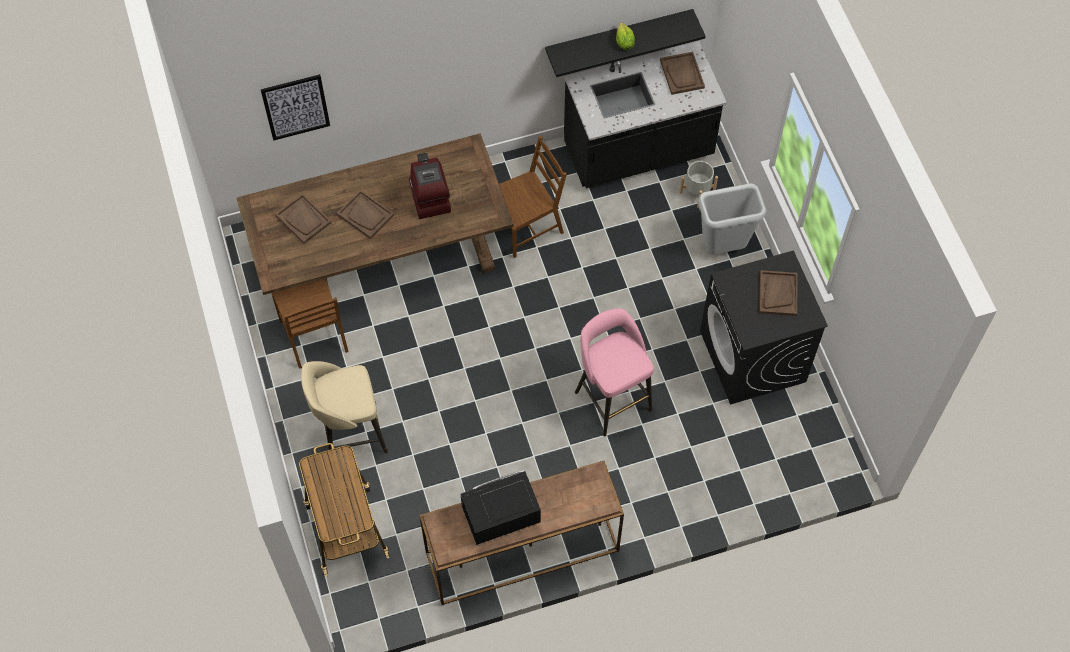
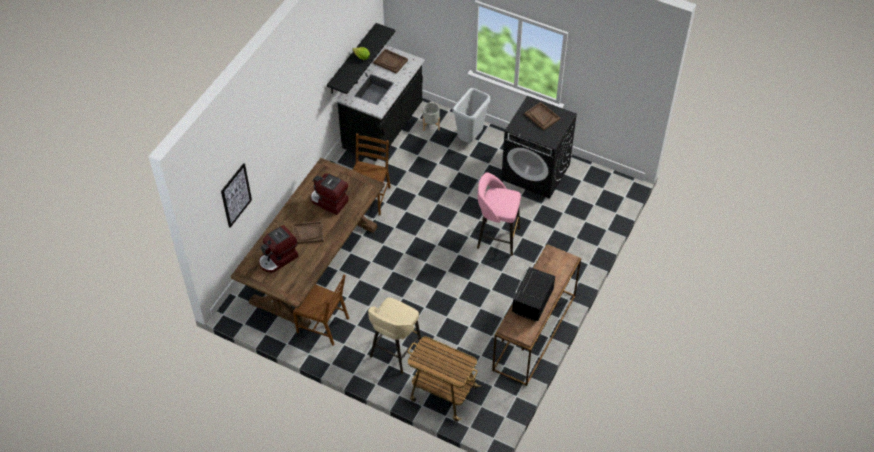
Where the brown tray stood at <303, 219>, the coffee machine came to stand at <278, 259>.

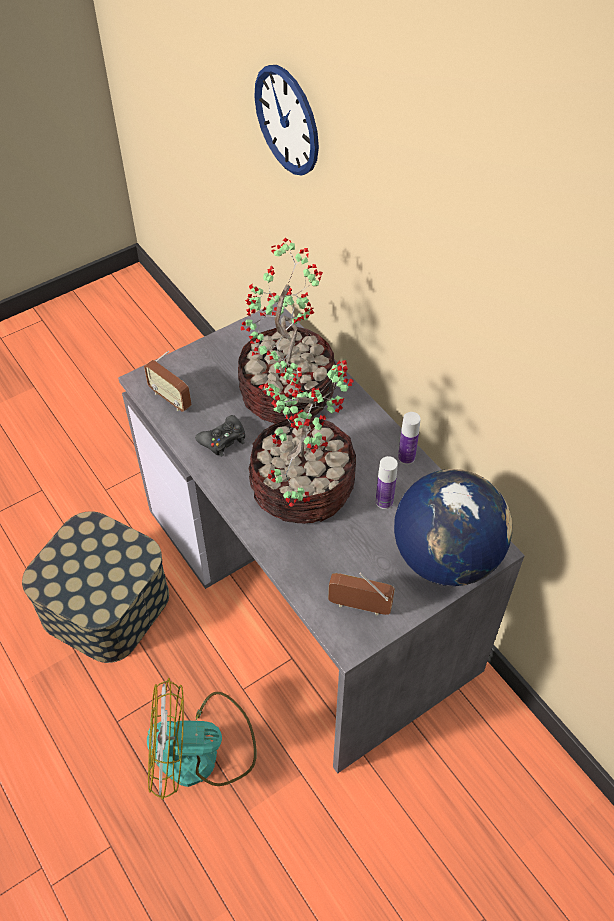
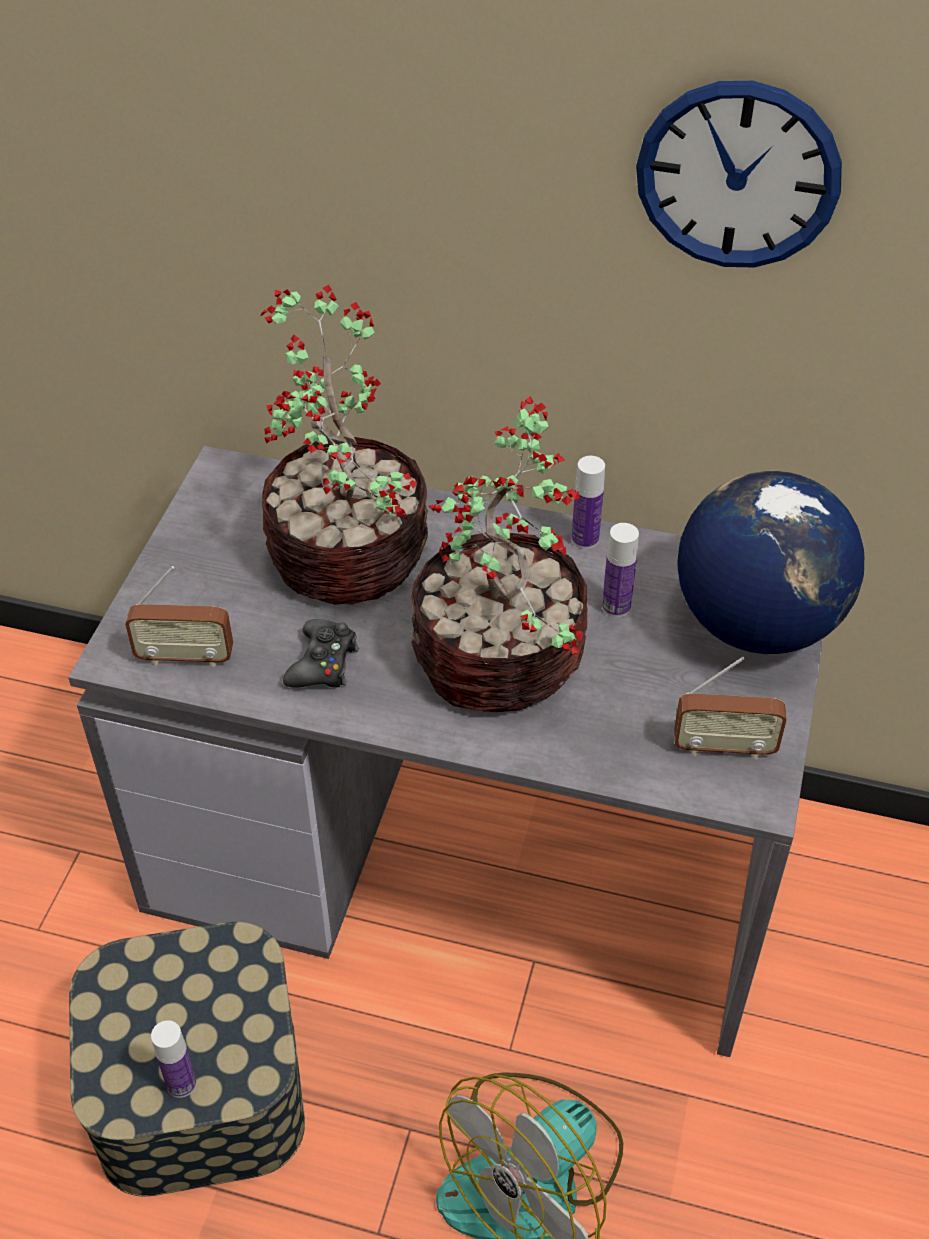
The second view gained the bottle at <181, 1083>. The wall clock ended up elsewhere, having gone from <287, 120> to <738, 176>. The radio at <359, 606> ended up facing another way, 150 degrees counterclockwise from before.

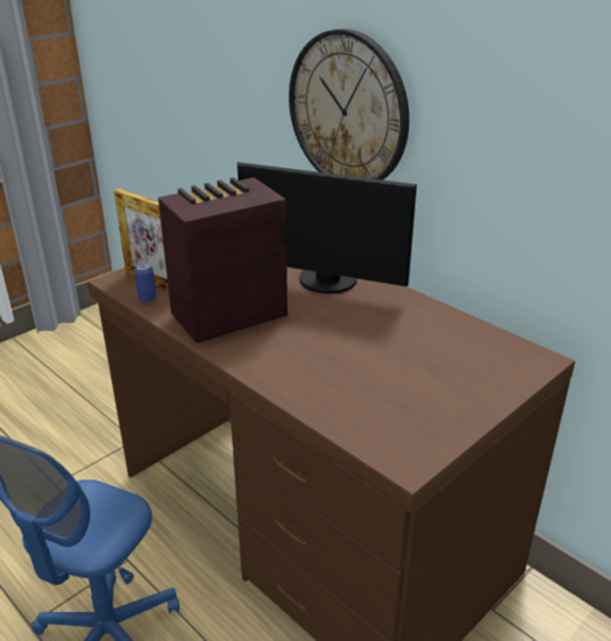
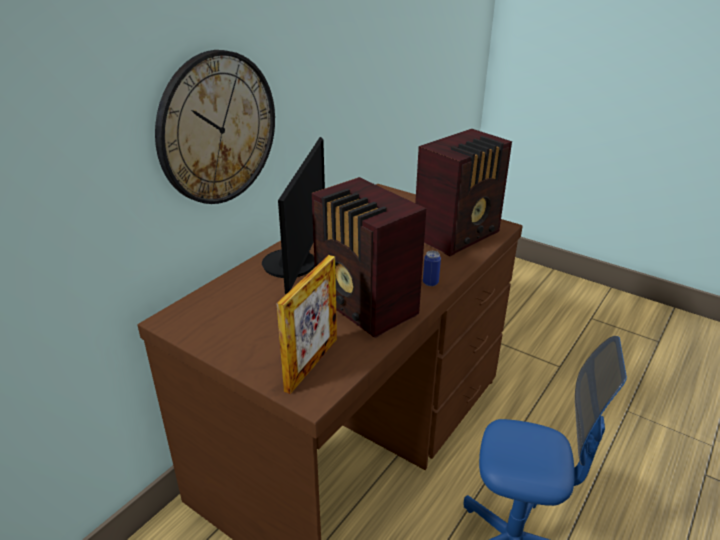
The second view gained the radio at <459, 235>. The can ended up elsewhere, having gone from <147, 298> to <430, 282>.

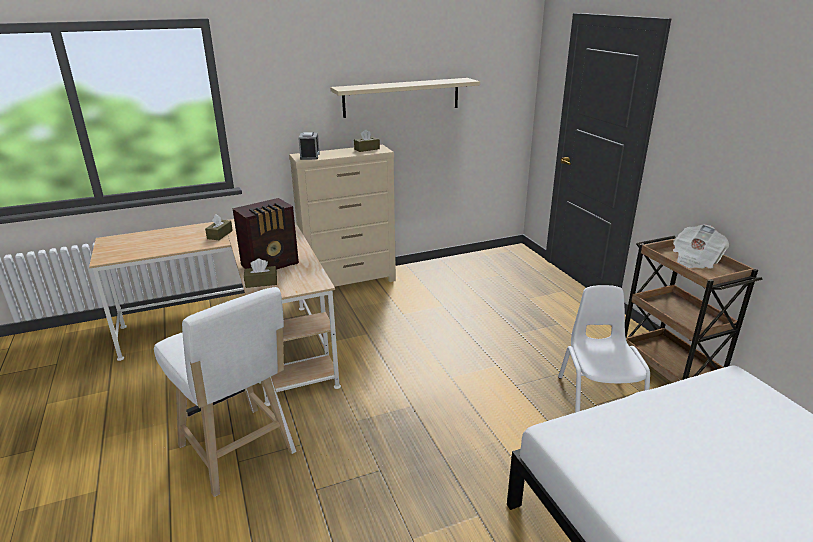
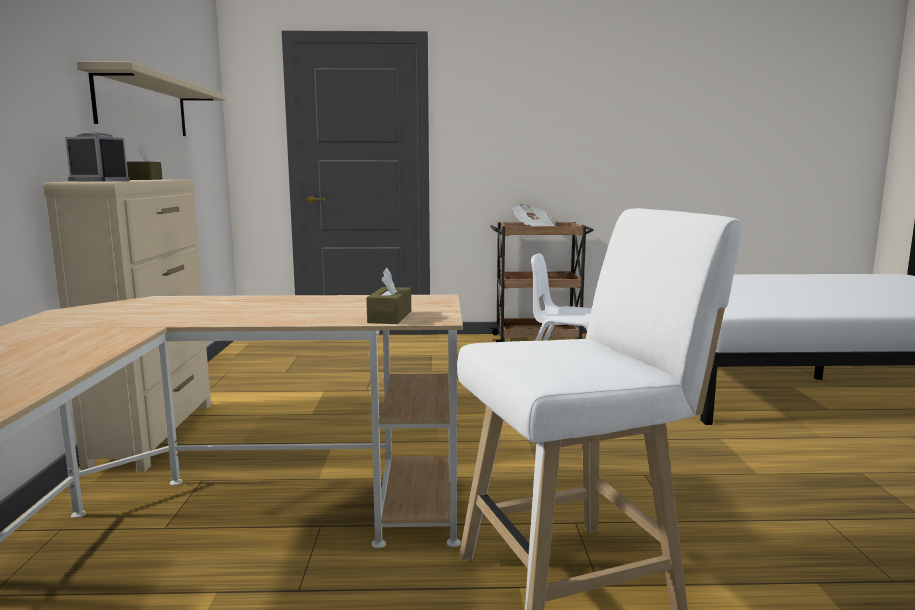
The second view lost the brown tissue box at <220, 235>. The second view lost the radio at <271, 265>.

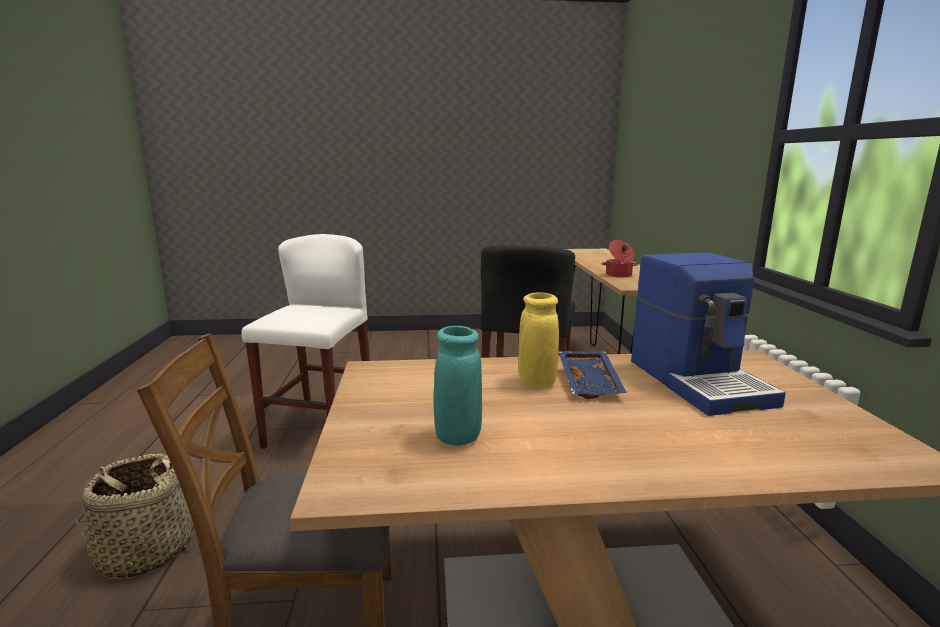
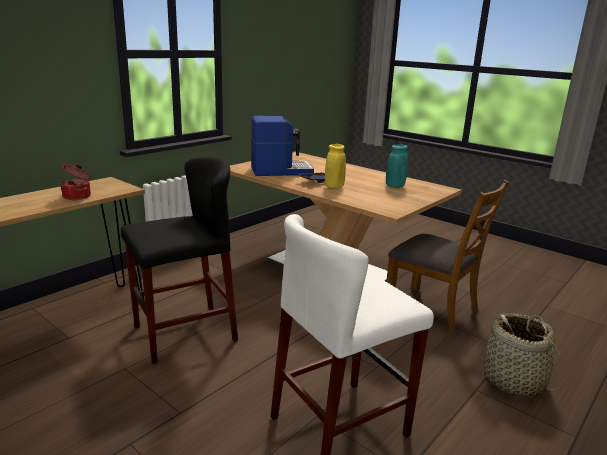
The coffee machine at <699, 381> ended up facing another way, 45 degrees clockwise from before.

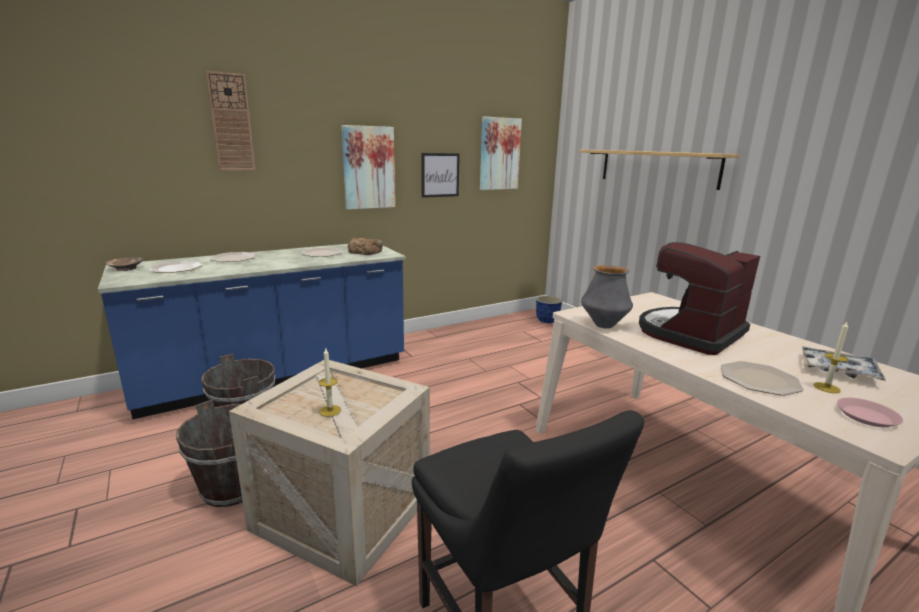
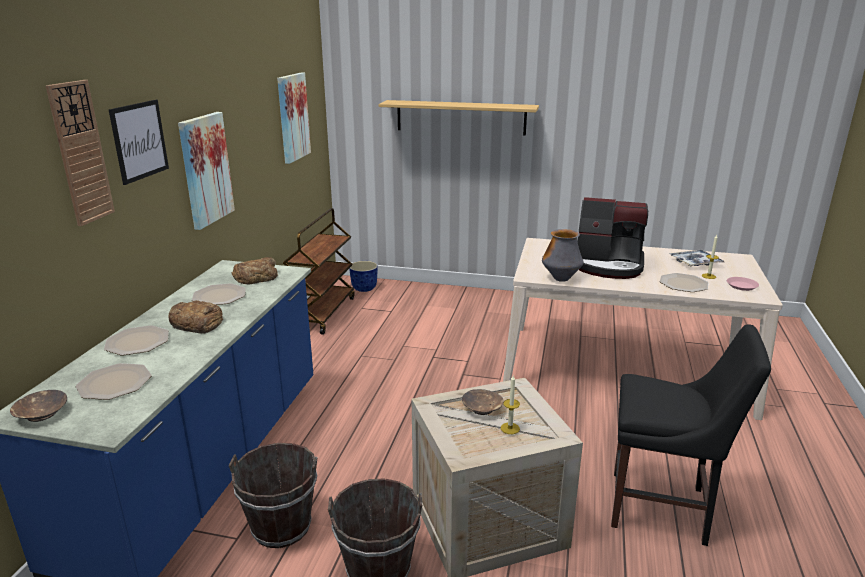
The picture ended up elsewhere, having gone from <440, 175> to <139, 141>. The second view gained the bread at <197, 323>. The second view gained the brown cart at <322, 313>. The second view gained the brown bowl at <482, 409>. The coffee machine at <690, 333> ended up facing another way, 75 degrees counterclockwise from before.

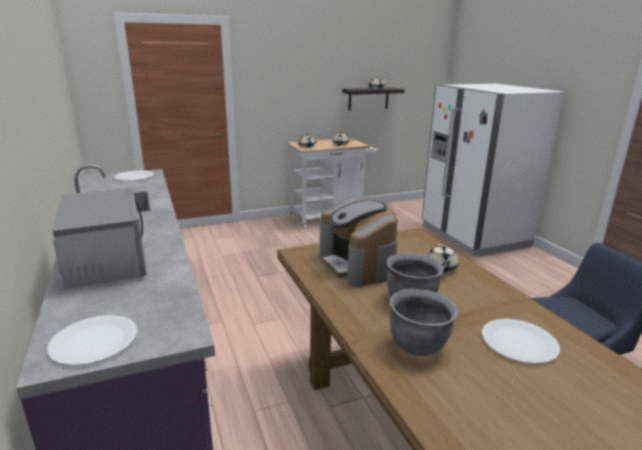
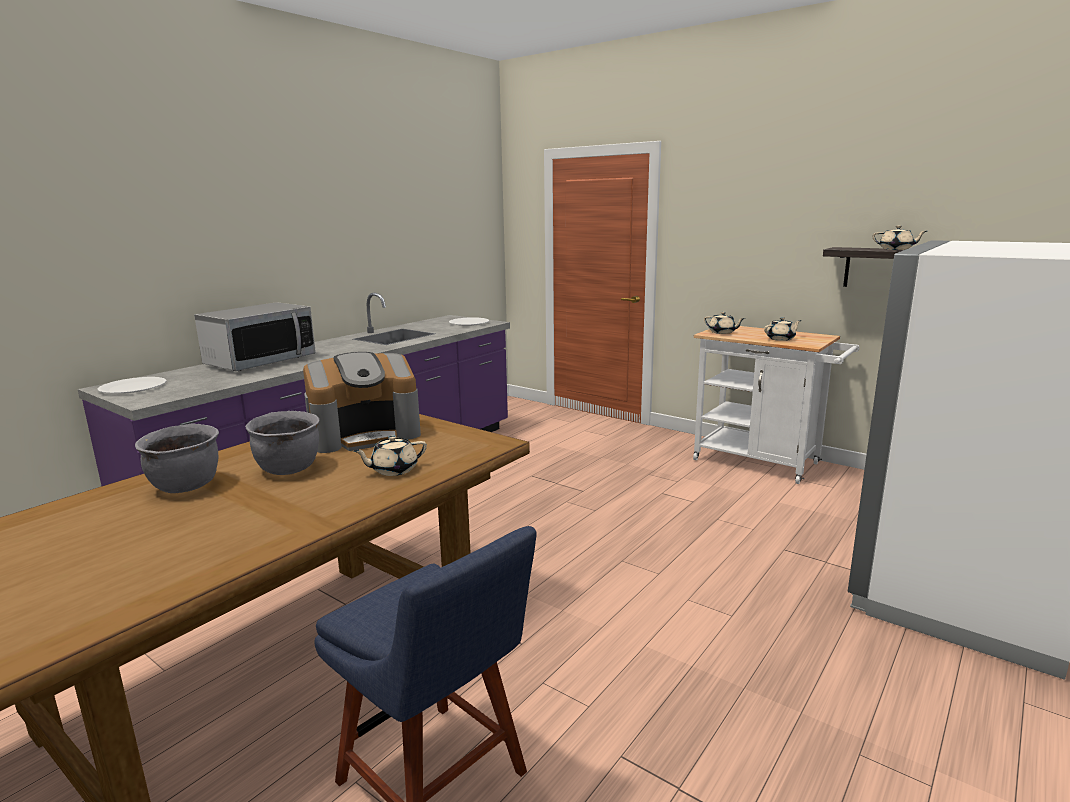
The coffee machine at <357, 265> ended up facing another way, 150 degrees counterclockwise from before. The second view lost the white plate at <518, 342>.

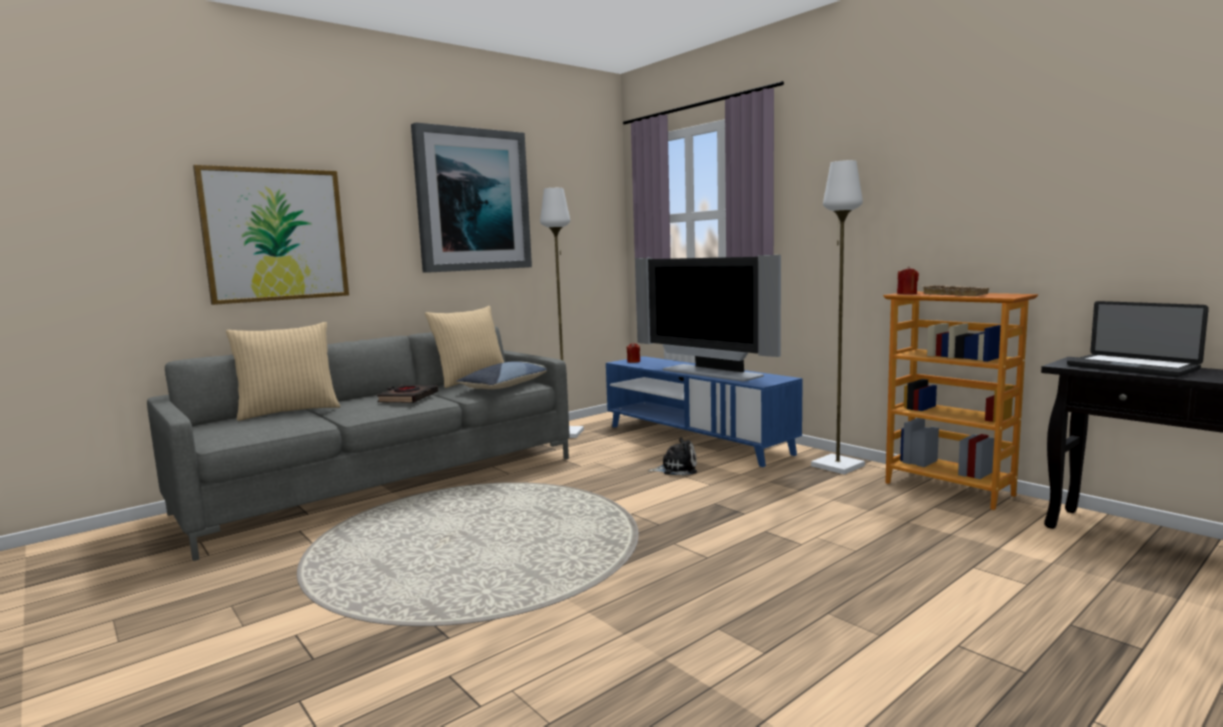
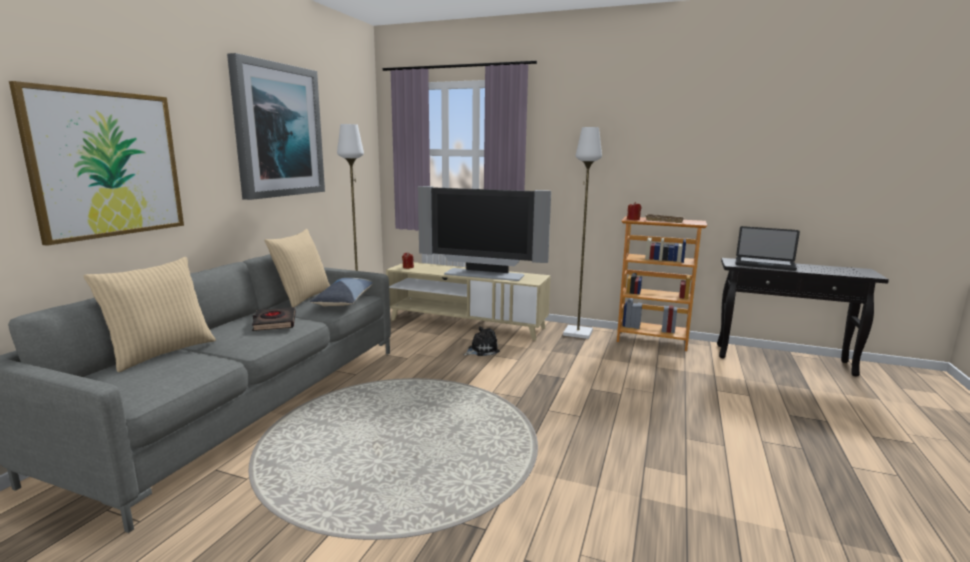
What was the blue tv stand at <696, 439> turned into the beige tv stand at <466, 324>.

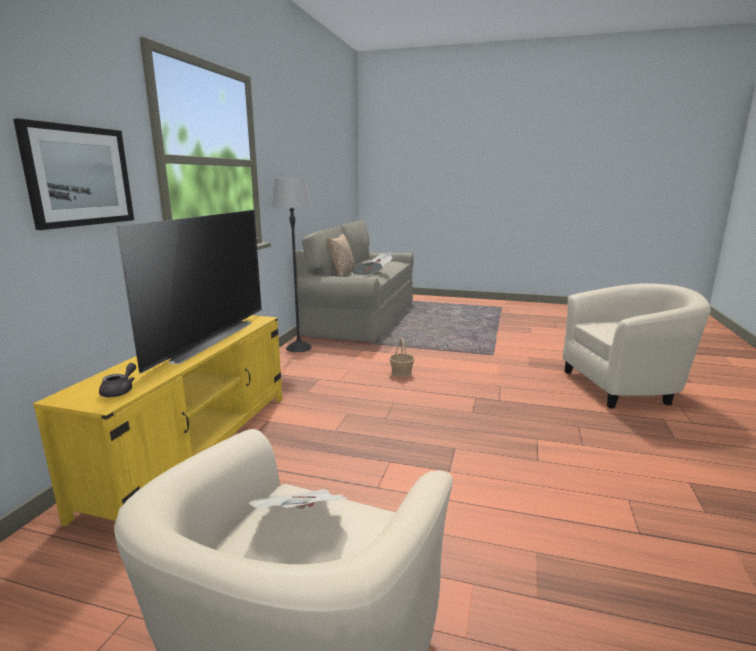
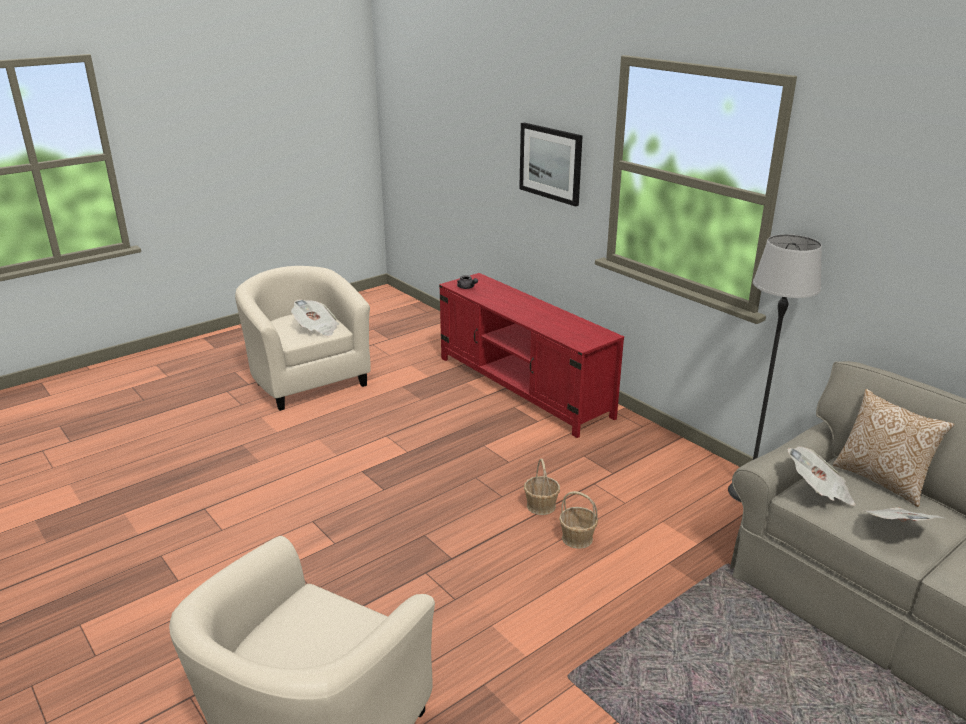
What was the yellow tv stand at <197, 448> turned into the red tv stand at <523, 387>. The second view gained the basket at <541, 506>. The second view lost the television at <205, 339>.

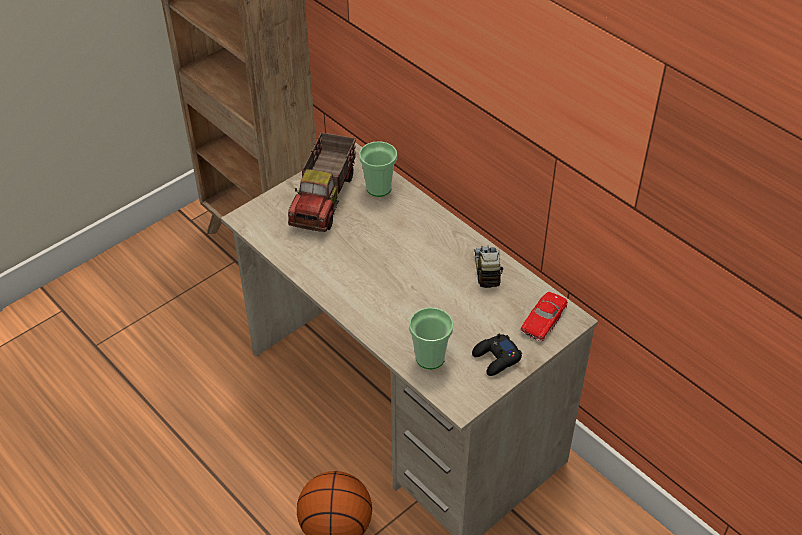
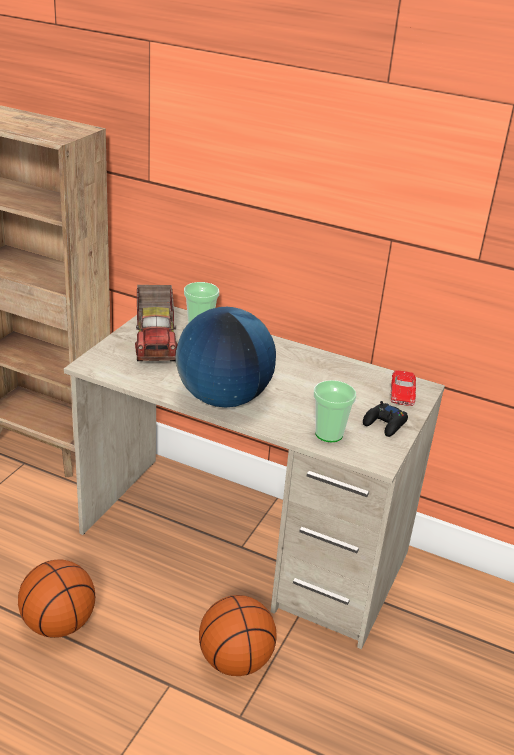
The second view gained the basketball at <59, 624>. The second view gained the globe at <223, 399>. The second view lost the toy truck at <486, 271>.

